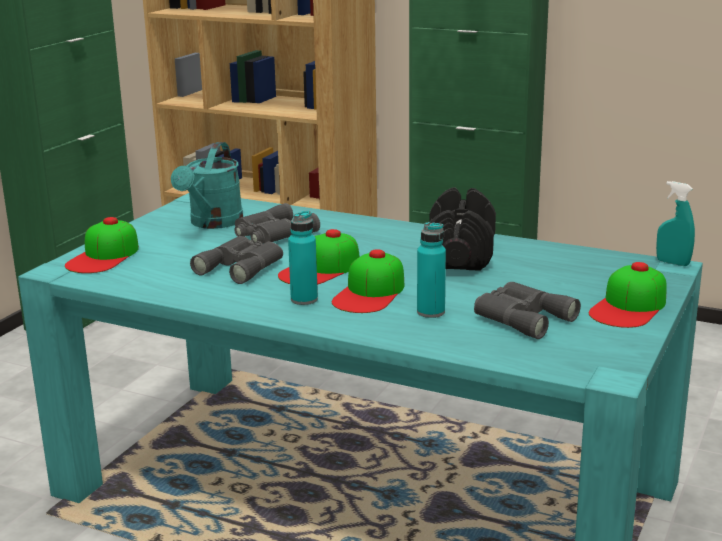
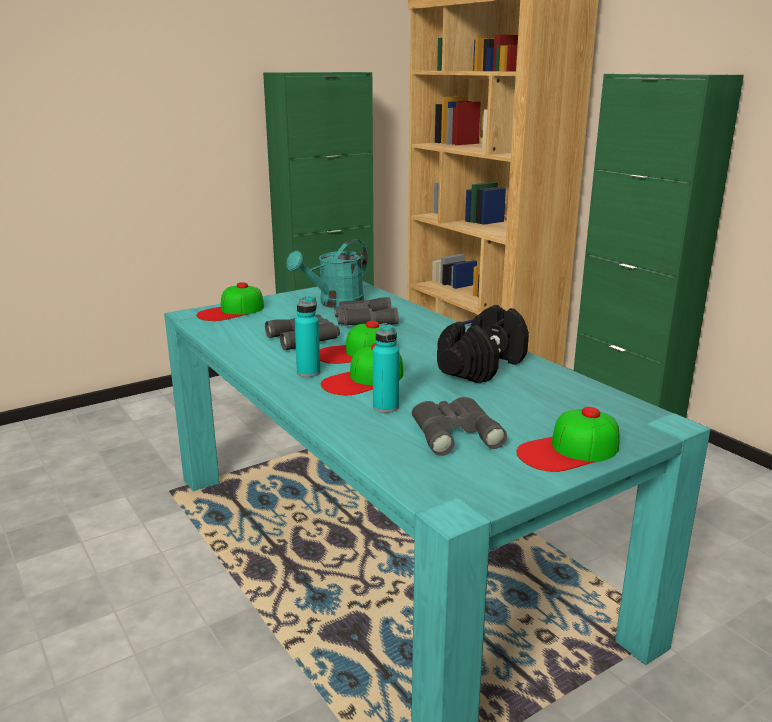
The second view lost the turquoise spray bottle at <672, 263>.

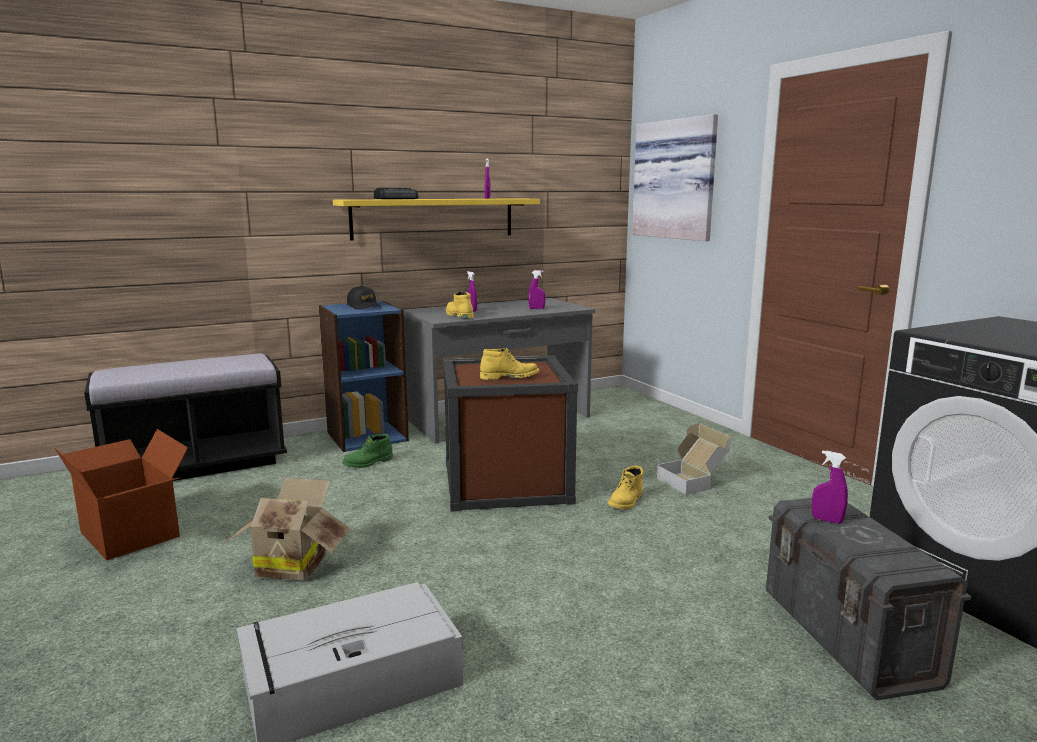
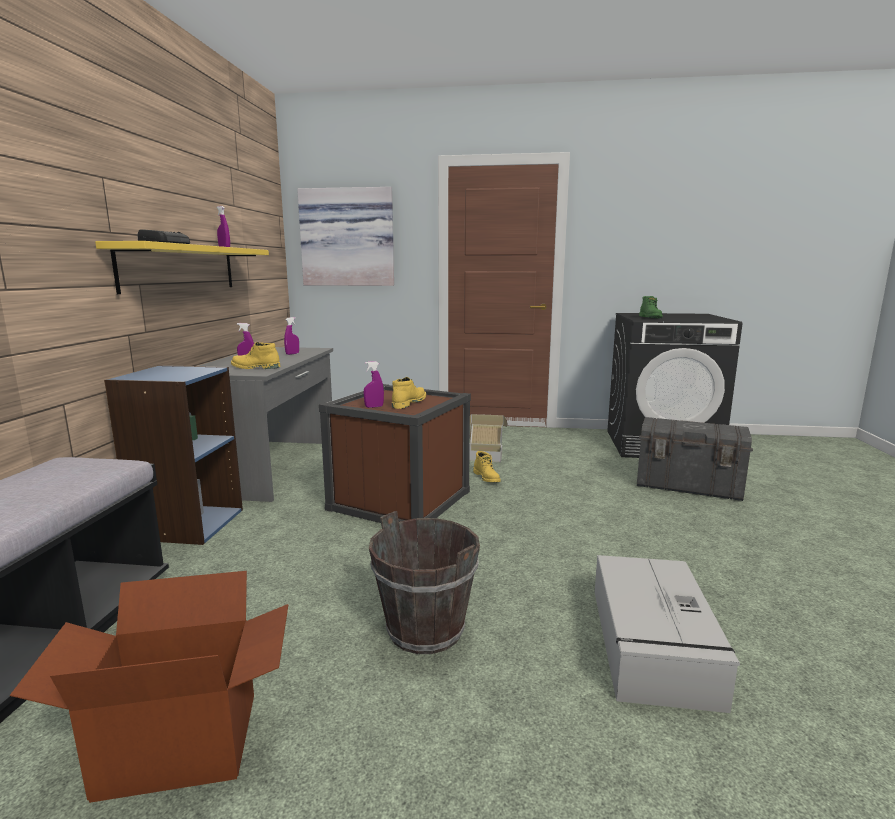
The purple spray bottle ended up elsewhere, having gone from <827, 520> to <374, 407>. Where the cardboard box stood at <292, 564>, the brown bucket came to stand at <425, 630>. The green boot ended up elsewhere, having gone from <368, 463> to <651, 318>. The second view lost the black cap at <364, 306>.

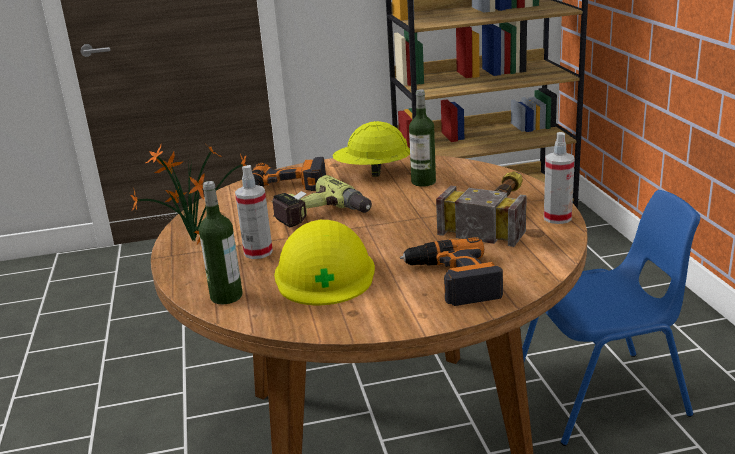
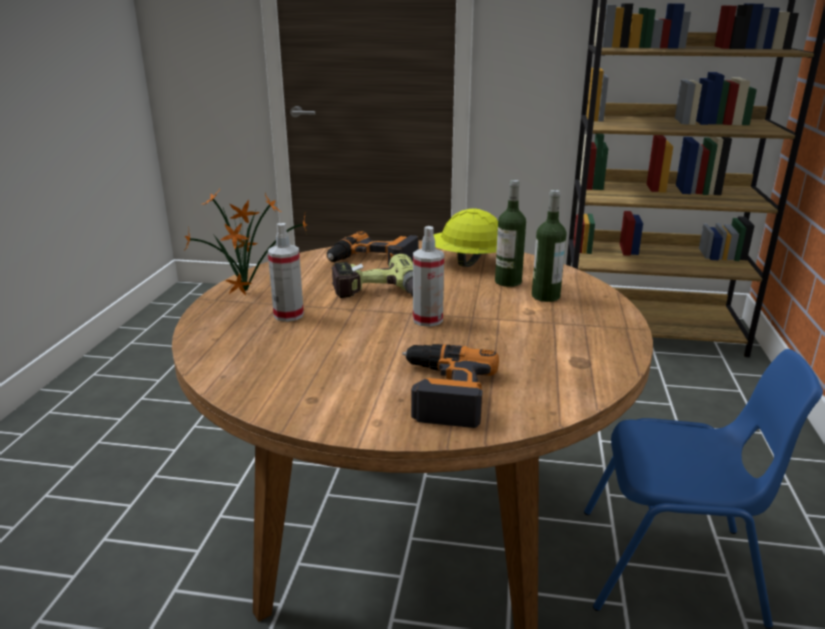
The spray bottle ended up elsewhere, having gone from <557, 218> to <427, 320>. The bottle ended up elsewhere, having gone from <226, 296> to <545, 296>. The second view lost the yellow hard hat at <325, 273>. The second view lost the hammer at <497, 215>.

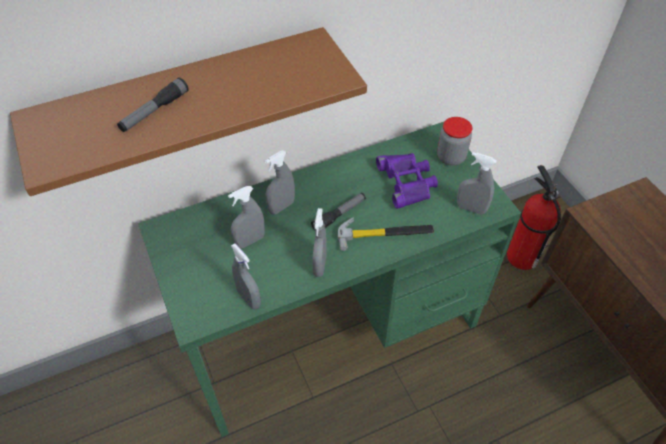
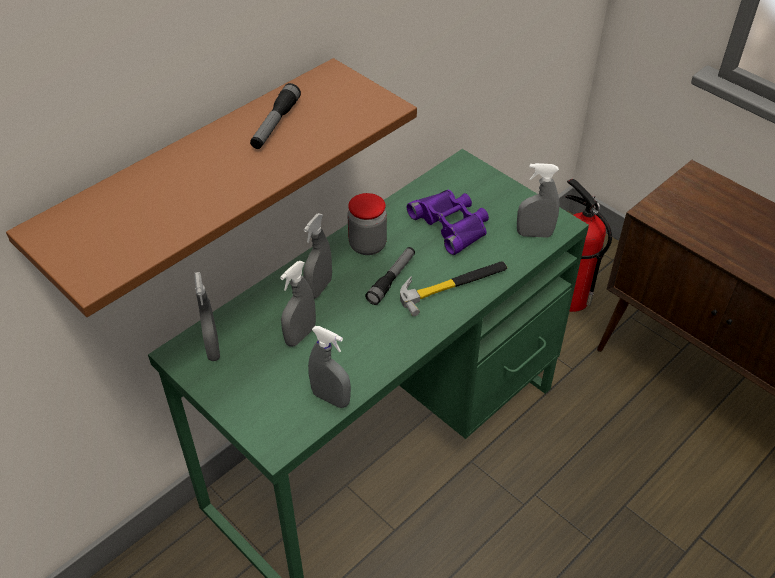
The grey spray bottle ended up elsewhere, having gone from <320, 265> to <213, 348>. The flashlight ended up elsewhere, having gone from <154, 111> to <275, 124>. The jar ended up elsewhere, having gone from <451, 157> to <367, 245>.

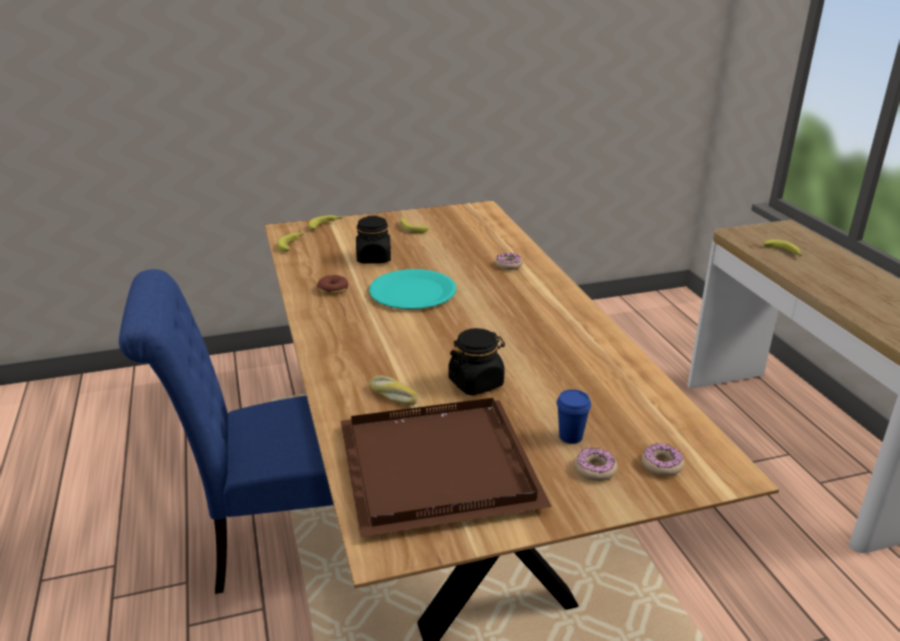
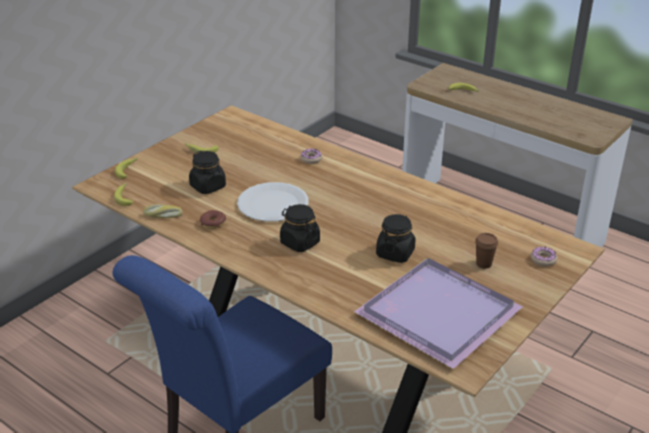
The bread ended up elsewhere, having gone from <392, 396> to <163, 215>. What was the turquoise plate at <412, 292> turned into the white plate at <273, 204>. The second view gained the black jar at <299, 243>. What was the brown tray at <441, 464> turned into the purple tray at <437, 311>. What was the blue cup at <570, 436> turned into the brown cup at <483, 264>. The second view lost the donut at <595, 469>.

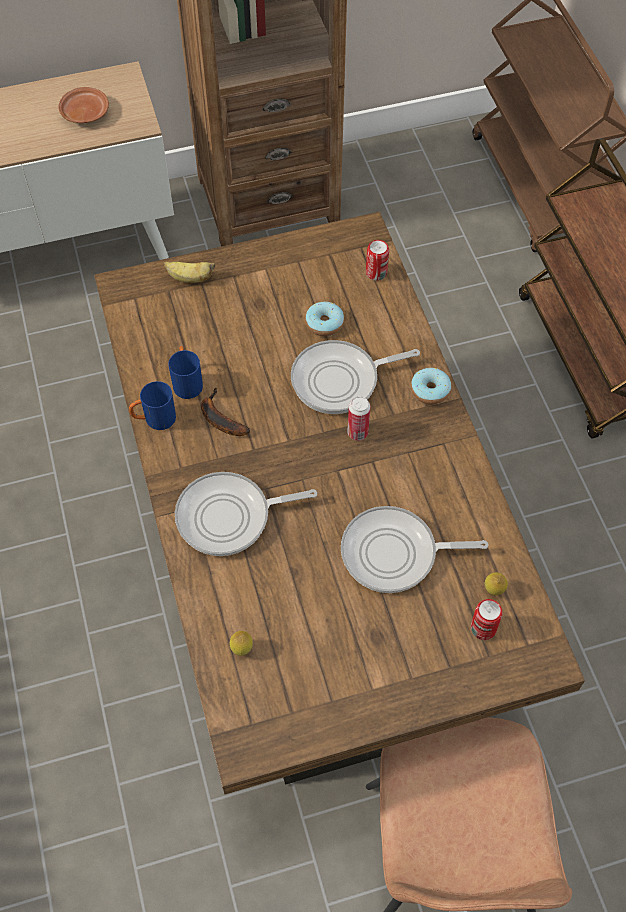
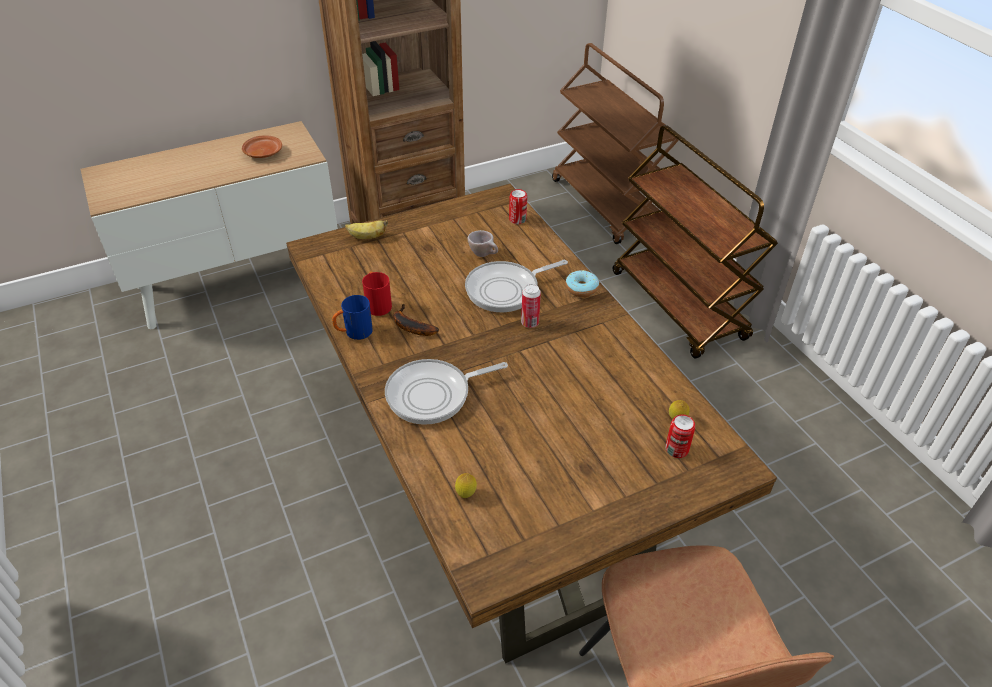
What was the blue mug at <187, 382> turned into the red mug at <377, 304>. Where the donut stood at <324, 323>, the beige cup came to stand at <484, 255>. The second view lost the frying pan at <395, 554>.

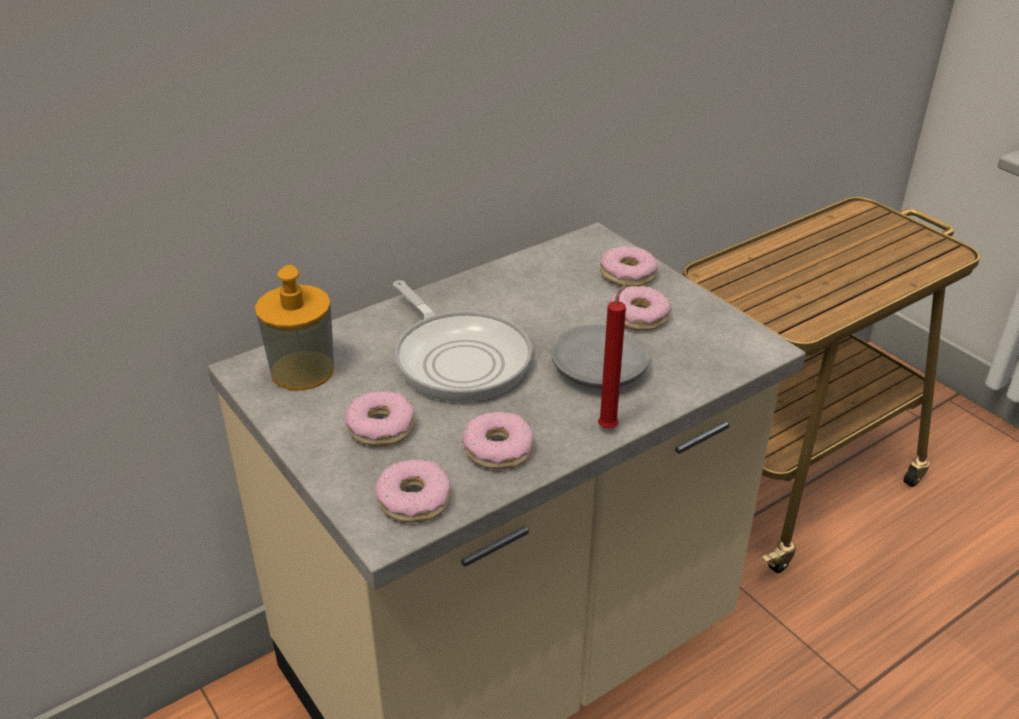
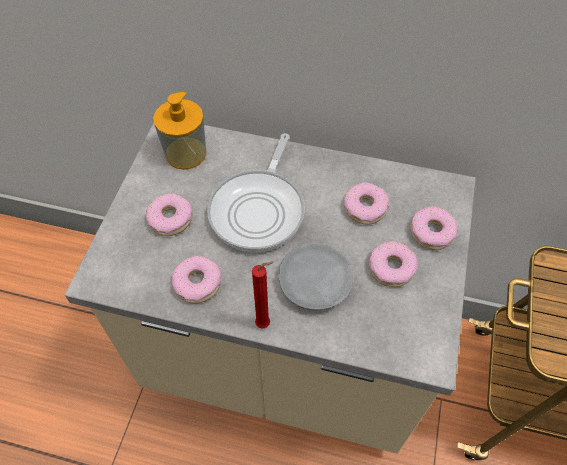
The donut ended up elsewhere, having gone from <414, 500> to <365, 208>.

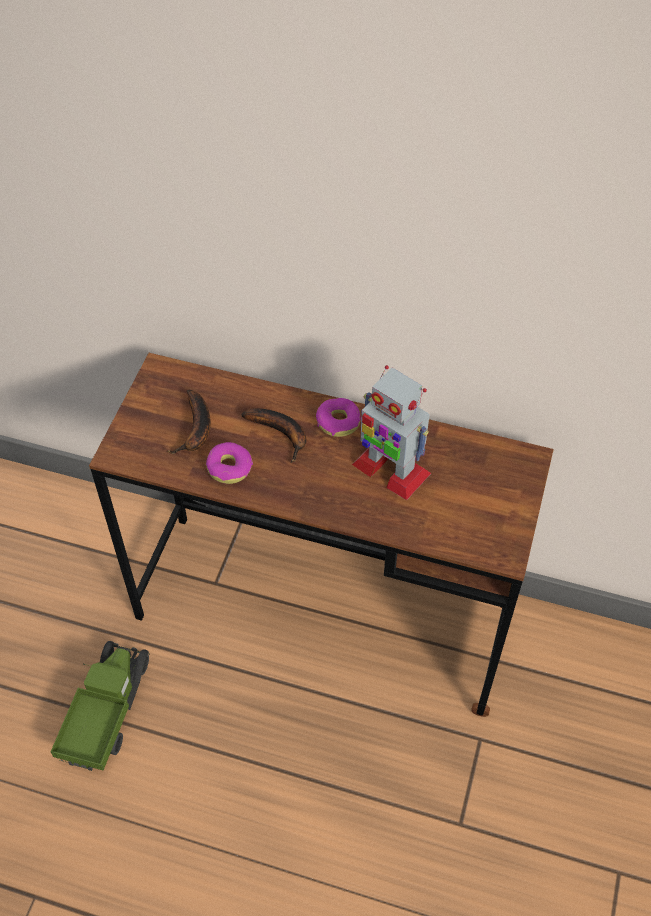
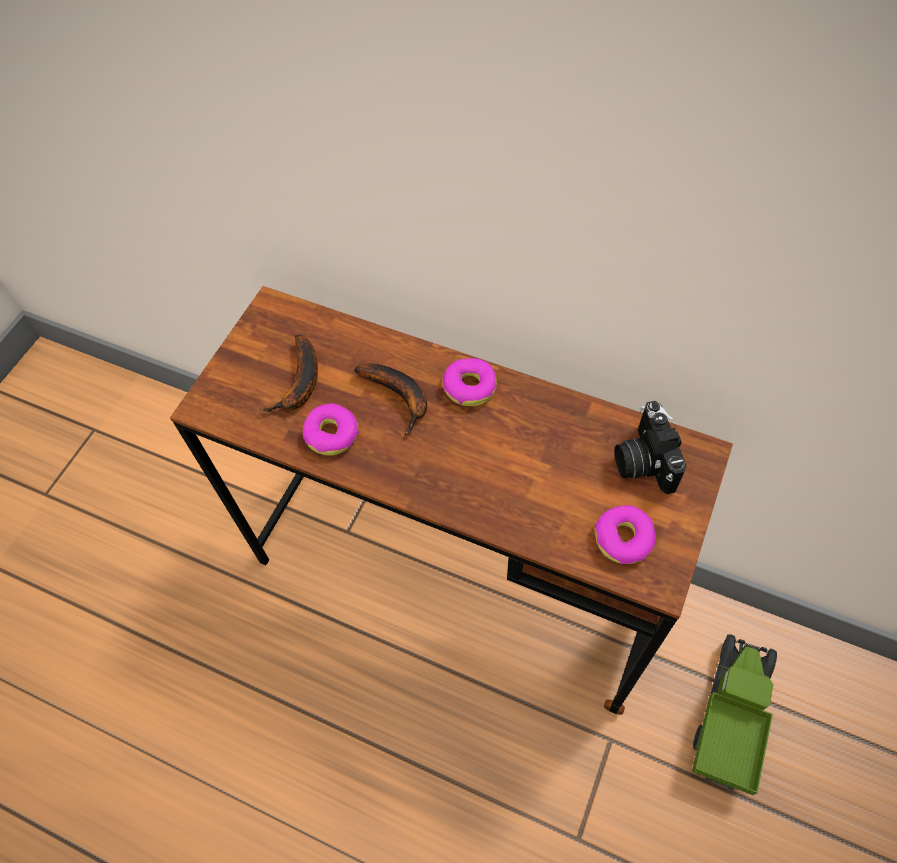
The second view gained the donut at <623, 539>. The second view gained the photo camera at <643, 461>. The toy truck ended up elsewhere, having gone from <106, 712> to <729, 716>. The second view lost the toy robot at <390, 469>.

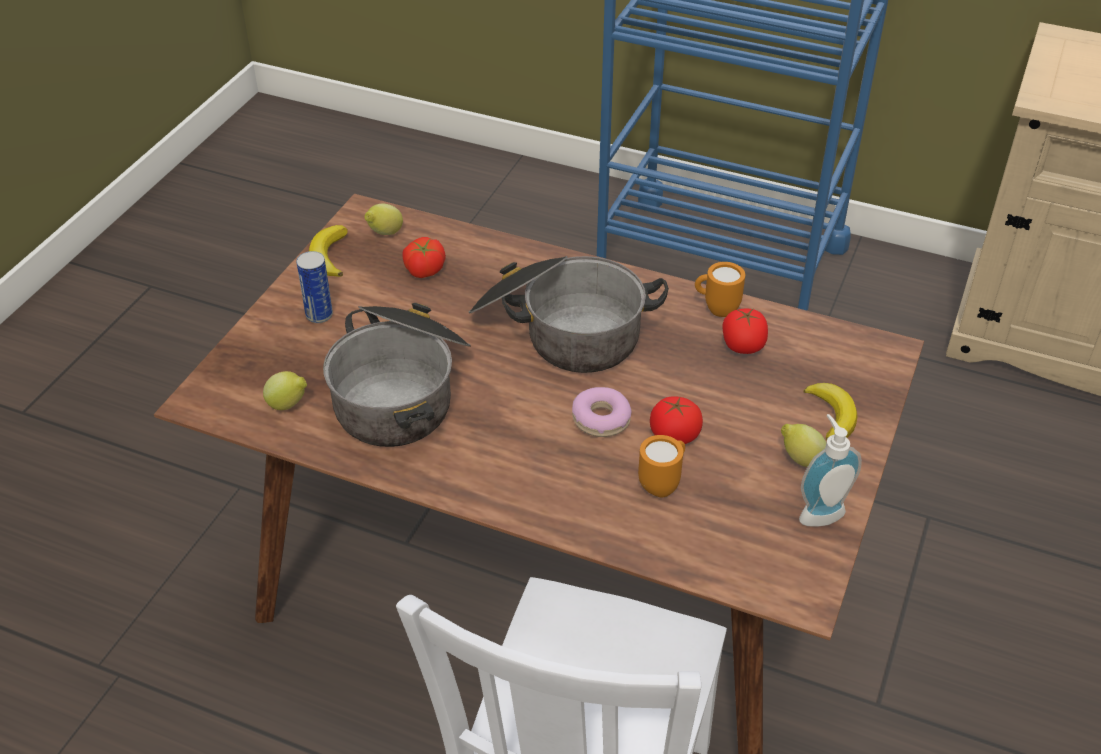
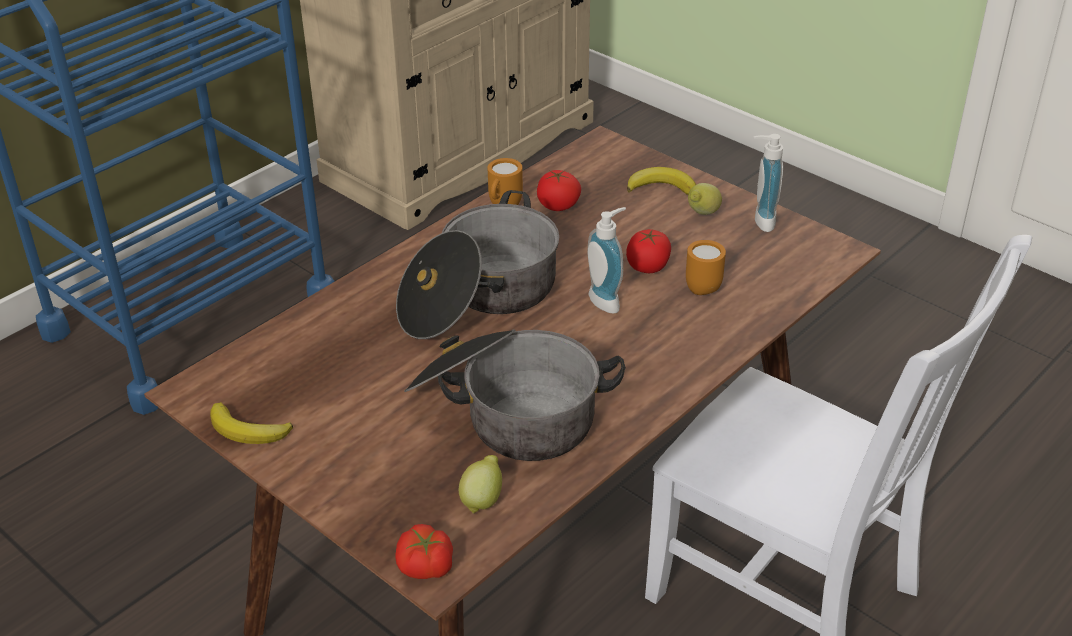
The tomato ended up elsewhere, having gone from <424, 269> to <425, 566>. Where the donut stood at <601, 419>, the soap dispenser came to stand at <608, 300>. The second view lost the can at <319, 315>. The second view lost the lemon at <384, 234>.

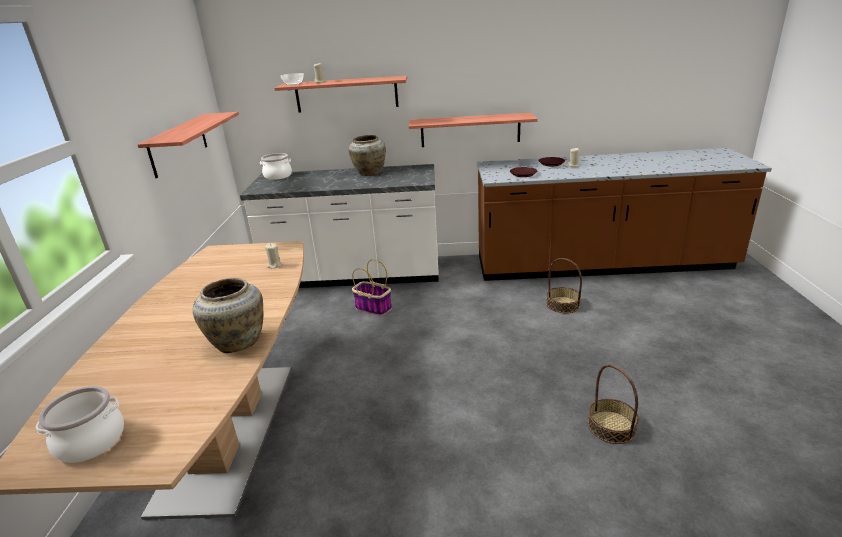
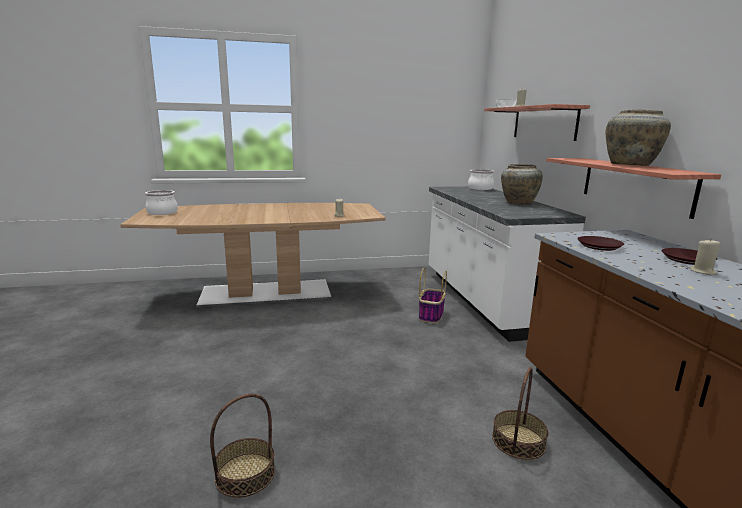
The beige vase ended up elsewhere, having gone from <238, 341> to <631, 165>. The second view lost the shelf at <179, 144>.

